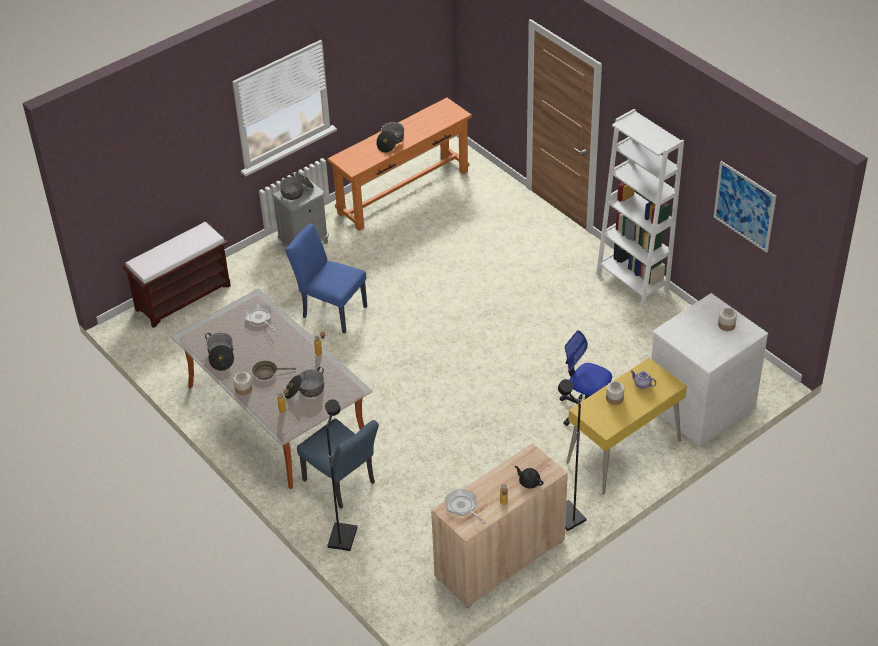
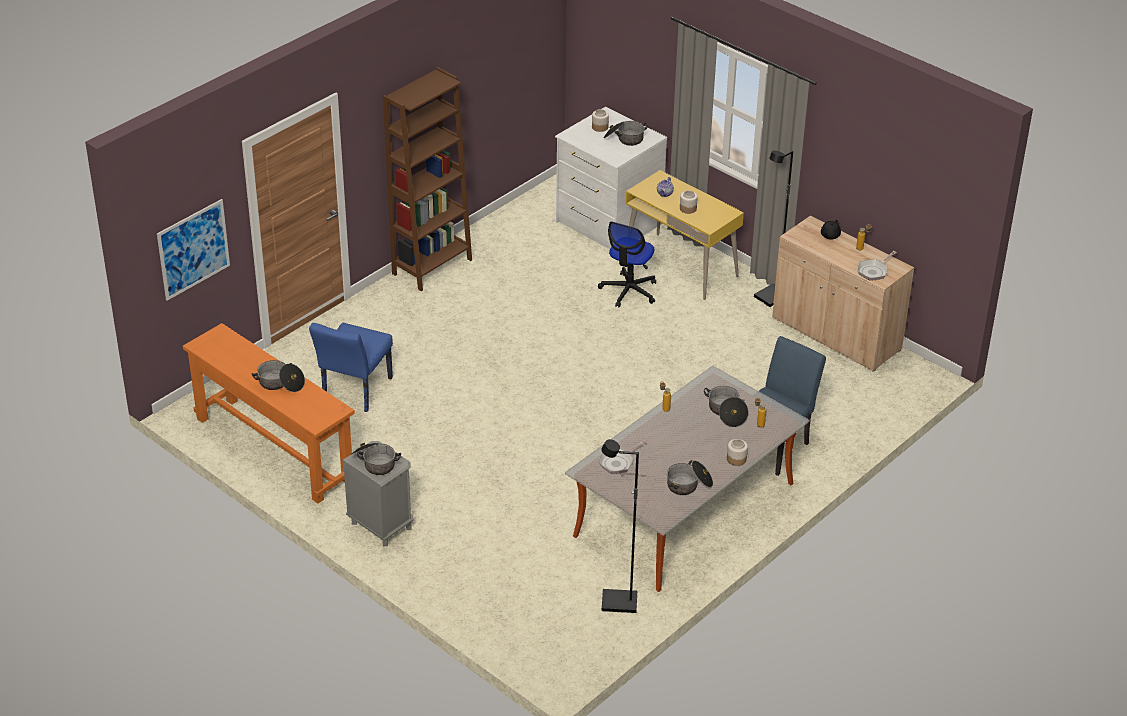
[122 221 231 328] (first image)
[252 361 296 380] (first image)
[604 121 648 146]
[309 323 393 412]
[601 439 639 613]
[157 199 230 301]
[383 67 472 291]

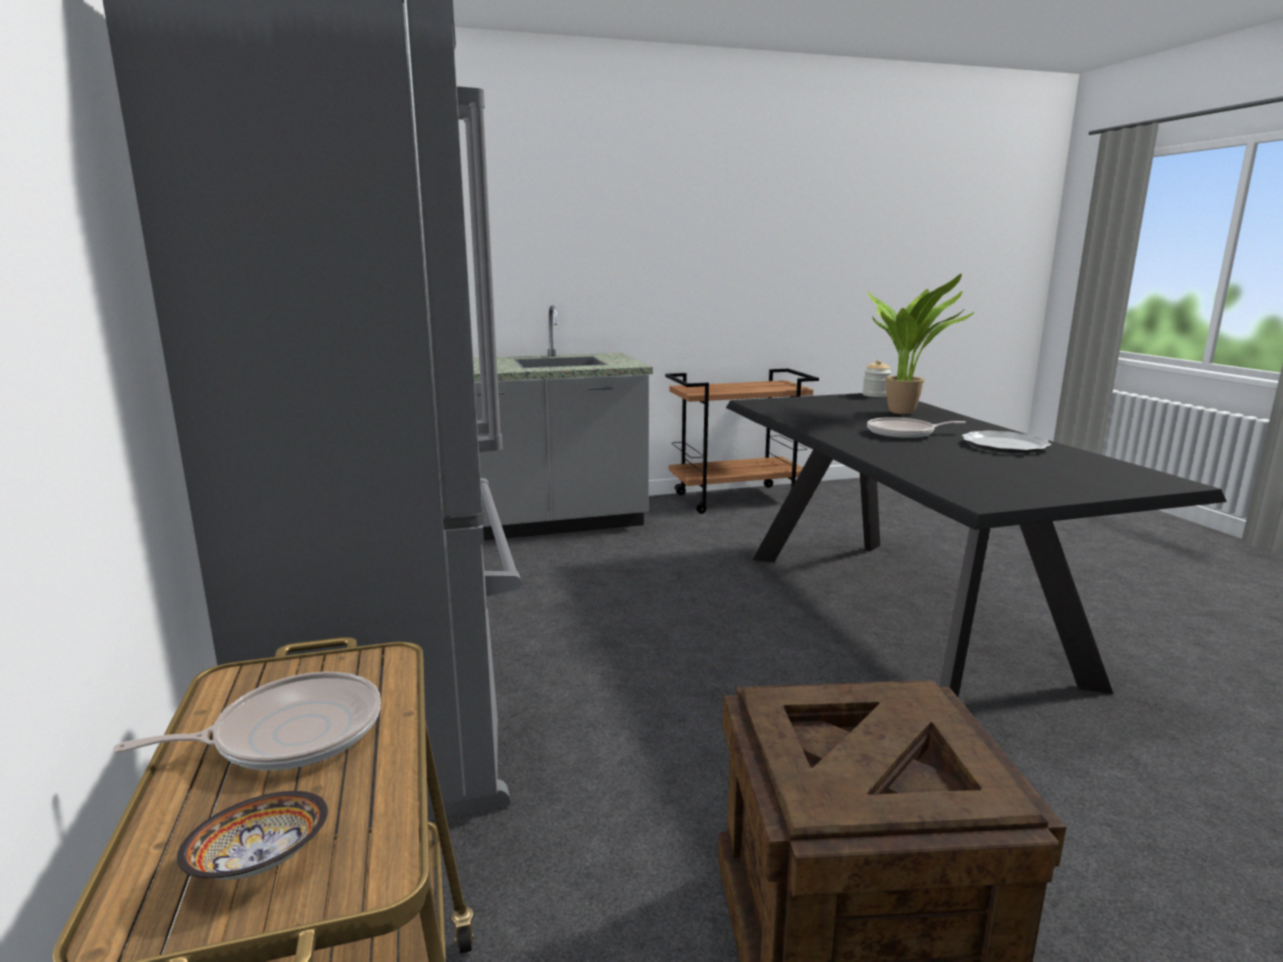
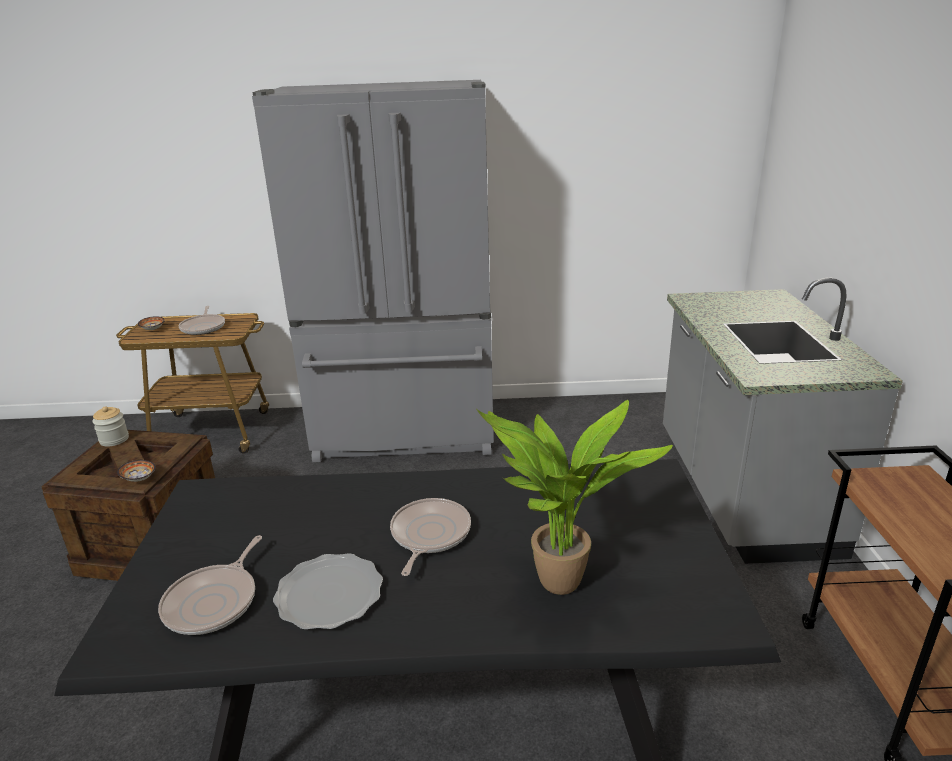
[117 460 156 482]
[158 535 262 635]
[92 406 129 447]

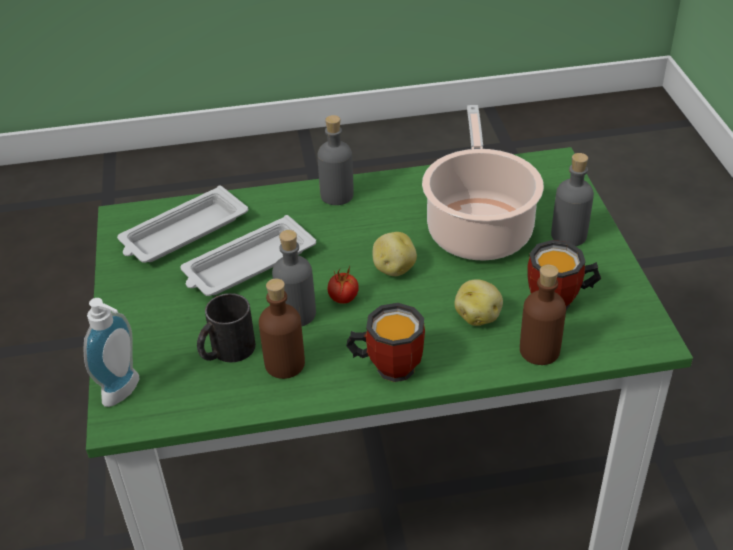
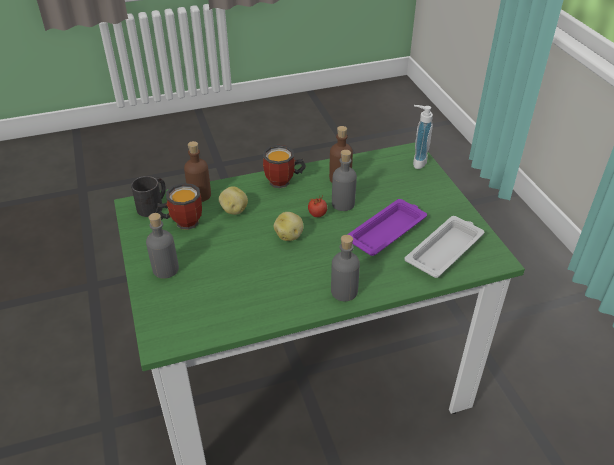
[422 105 544 261] (first image)
[131 176 166 217]
[347 199 427 256]

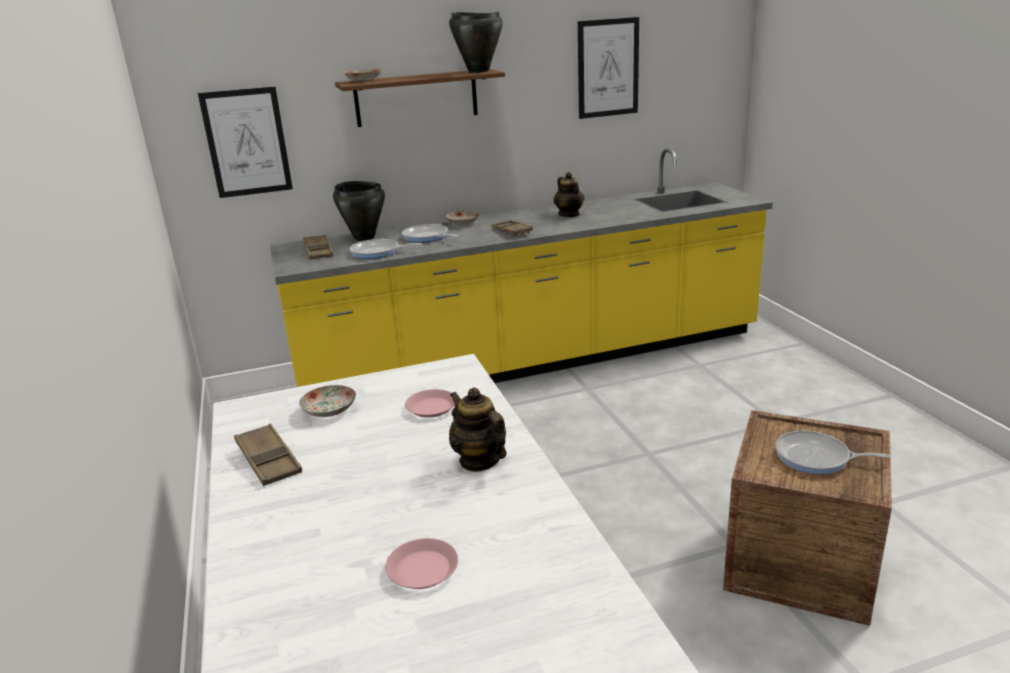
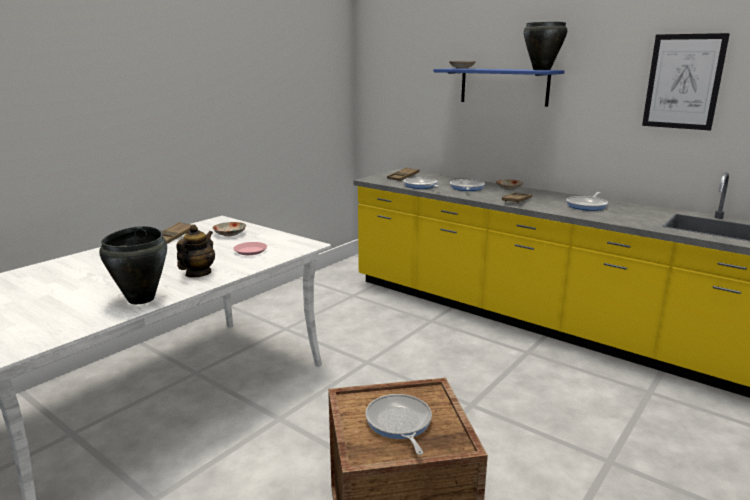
[198 87 293 198] (first image)
[385 538 458 589] (first image)
[99 226 167 304]
[566 192 608 211]
[433 68 565 107]

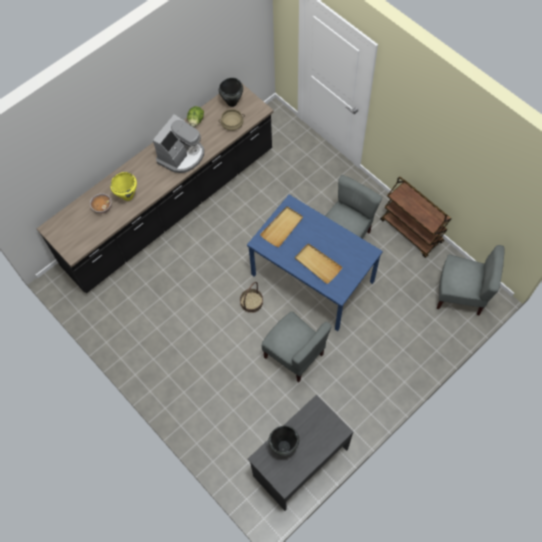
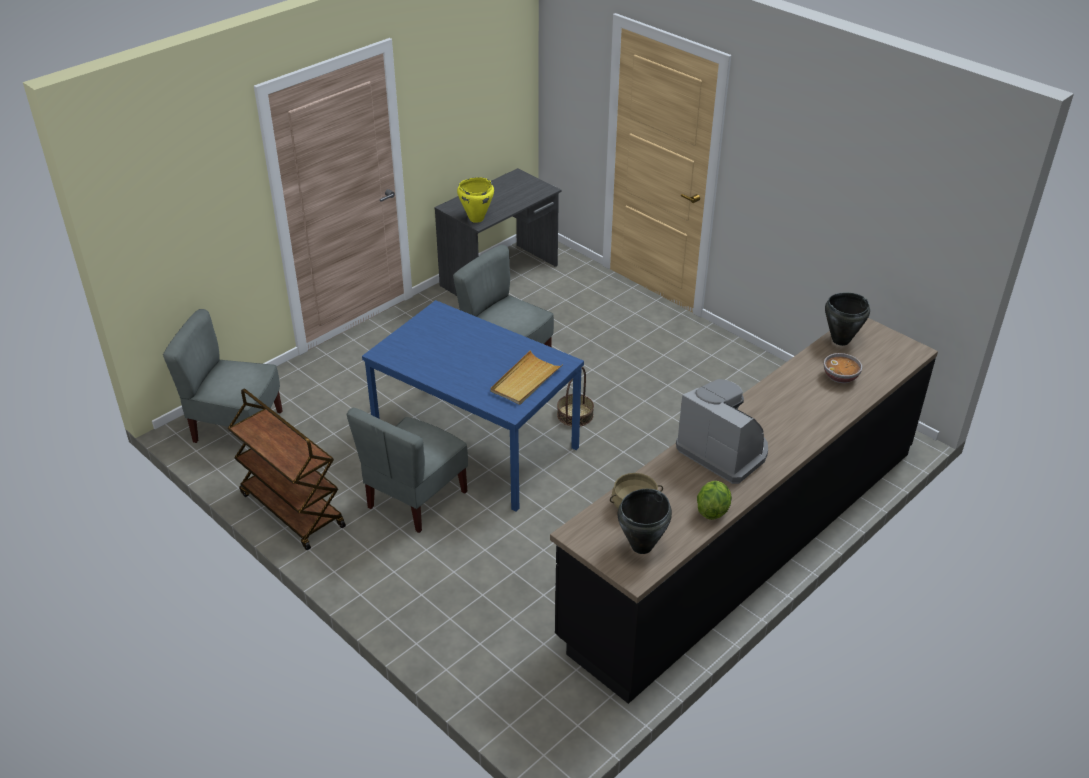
[295 243 343 284] (first image)
[457 177 494 223]
[825 293 870 346]
[676 379 768 484]

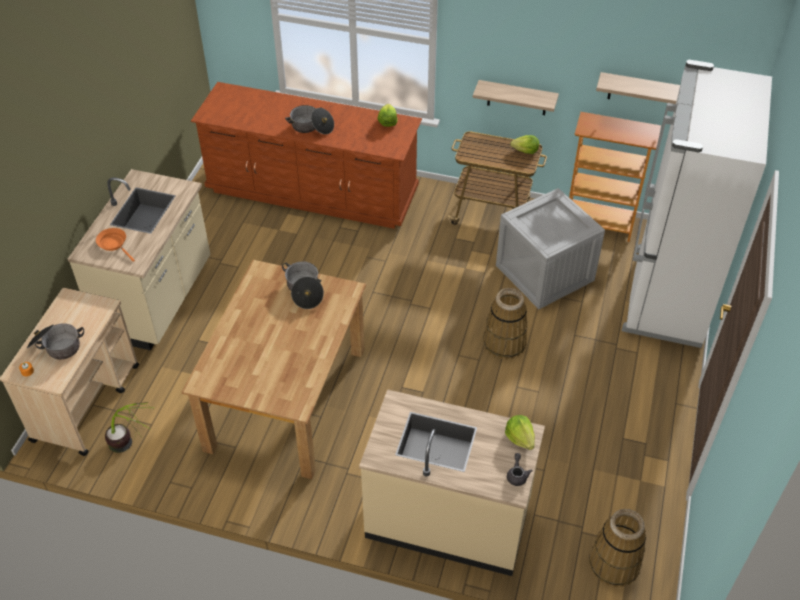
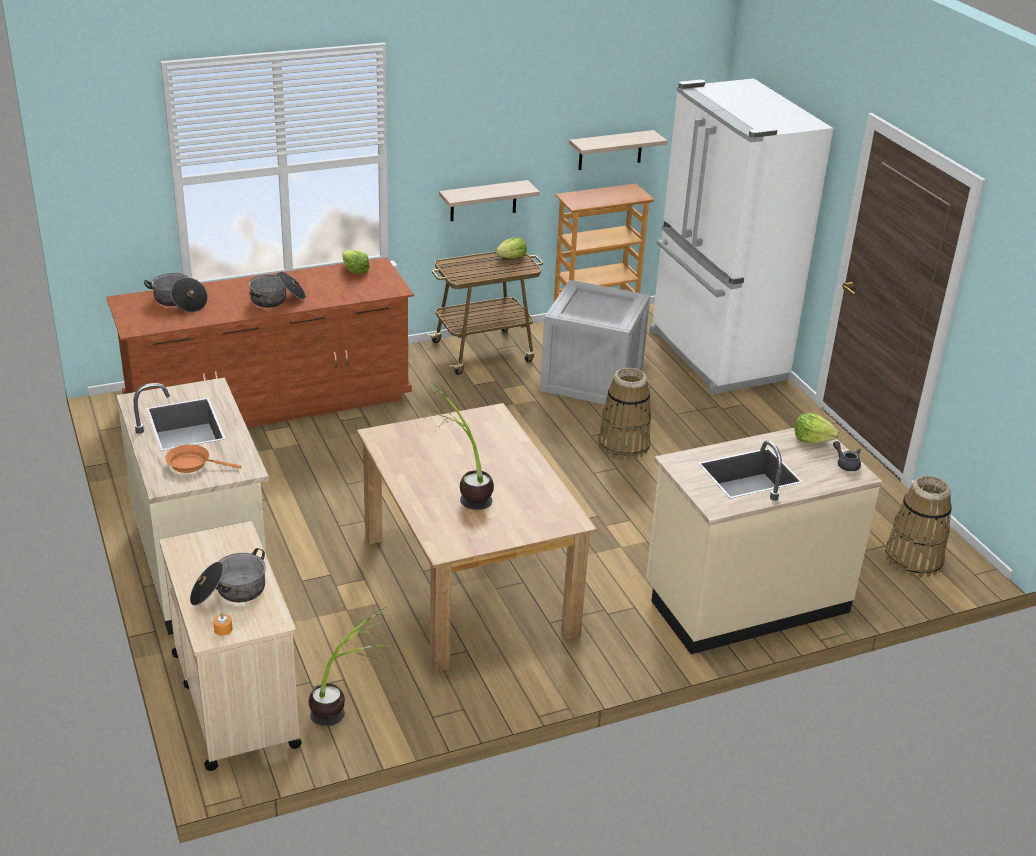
[423 381 494 510]
[144 273 208 312]

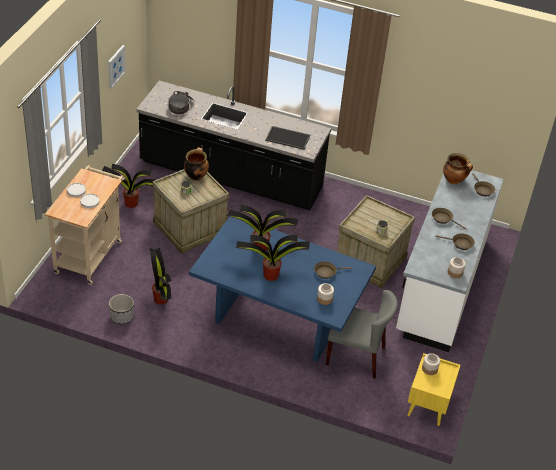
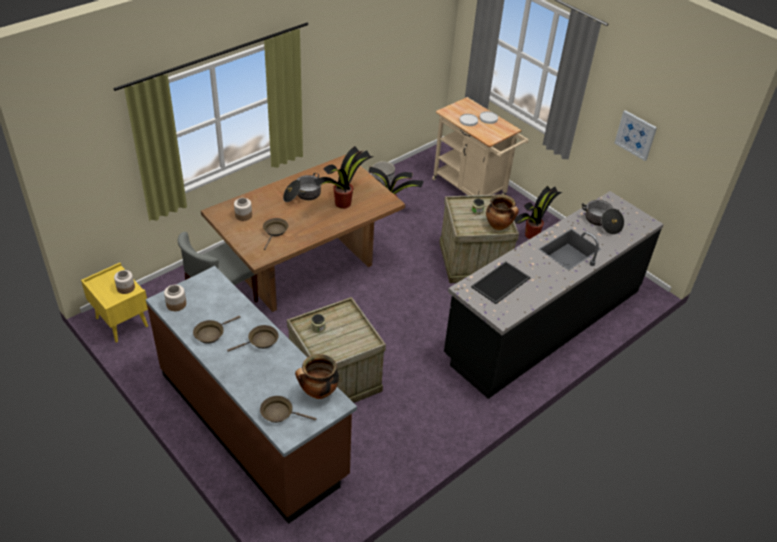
[283 173 321 202]
[201 155 405 312]
[146 266 357 524]

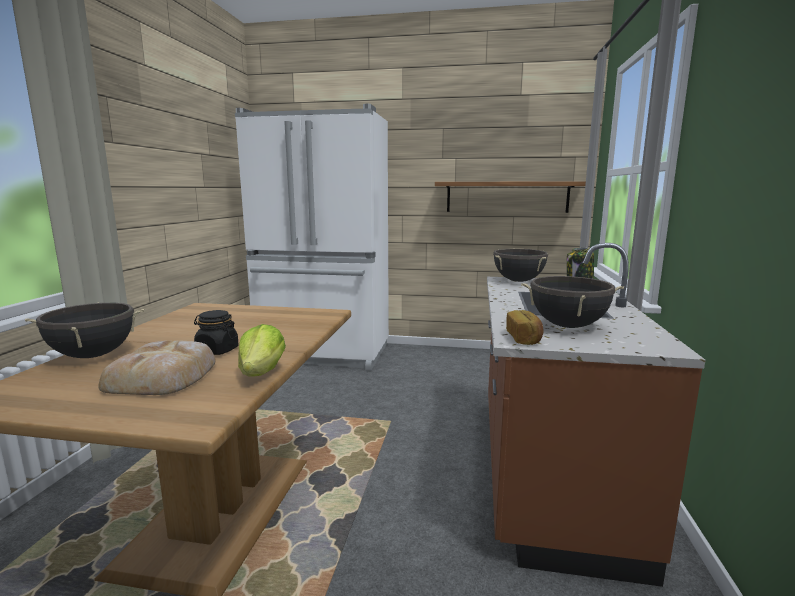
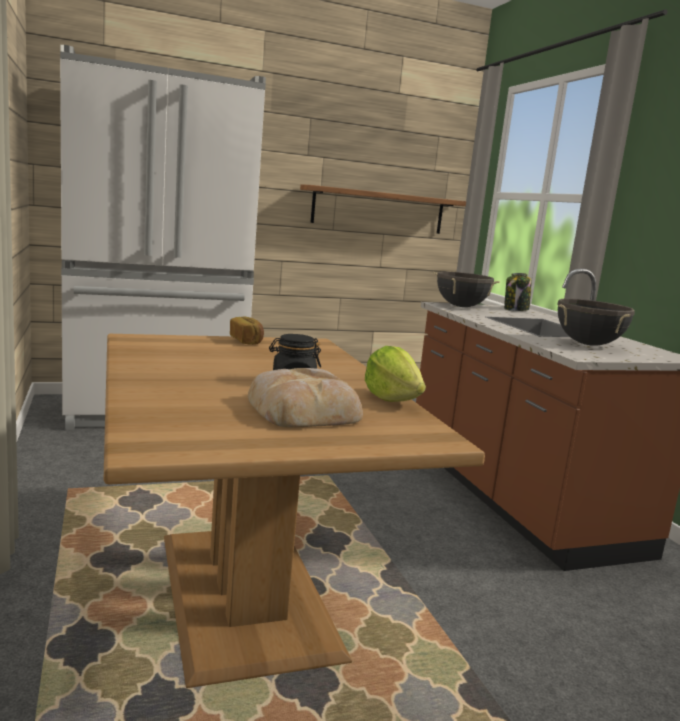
[25 303 144 358] (first image)
[230 317 264 345]

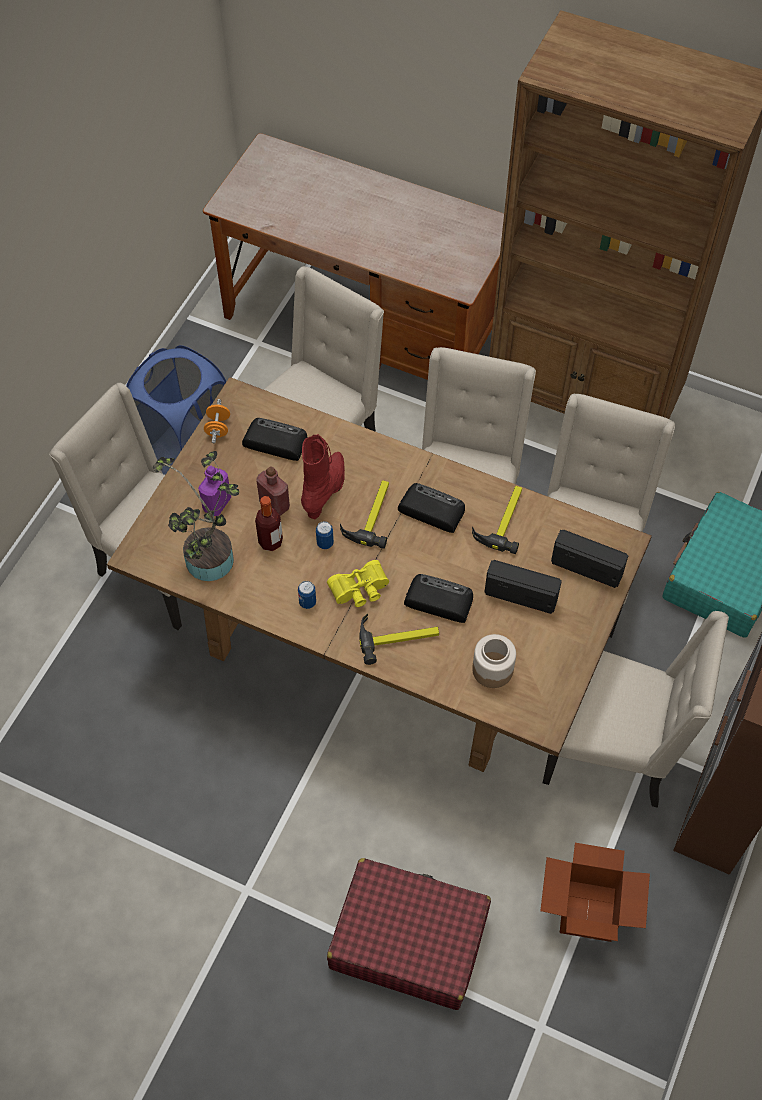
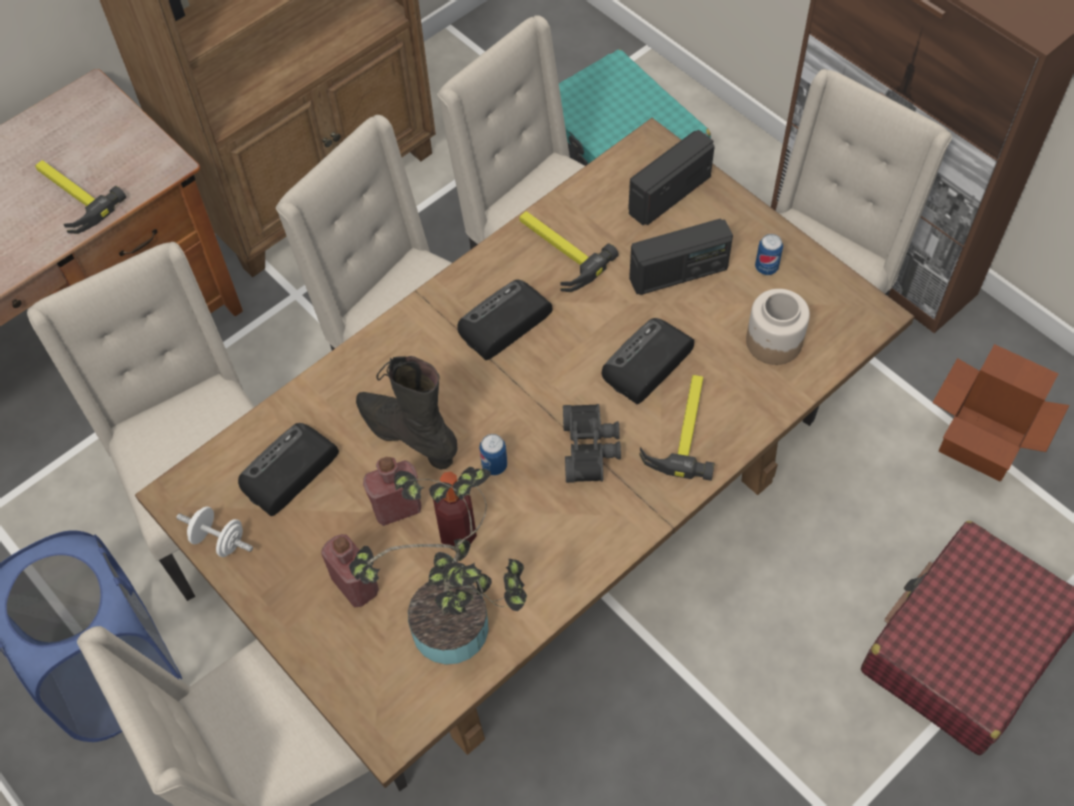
[755 234 783 275]
[35 160 126 234]
[321 534 379 607]
[177 507 253 557]
[356 356 458 470]
[563 404 621 483]
[629 218 733 295]

